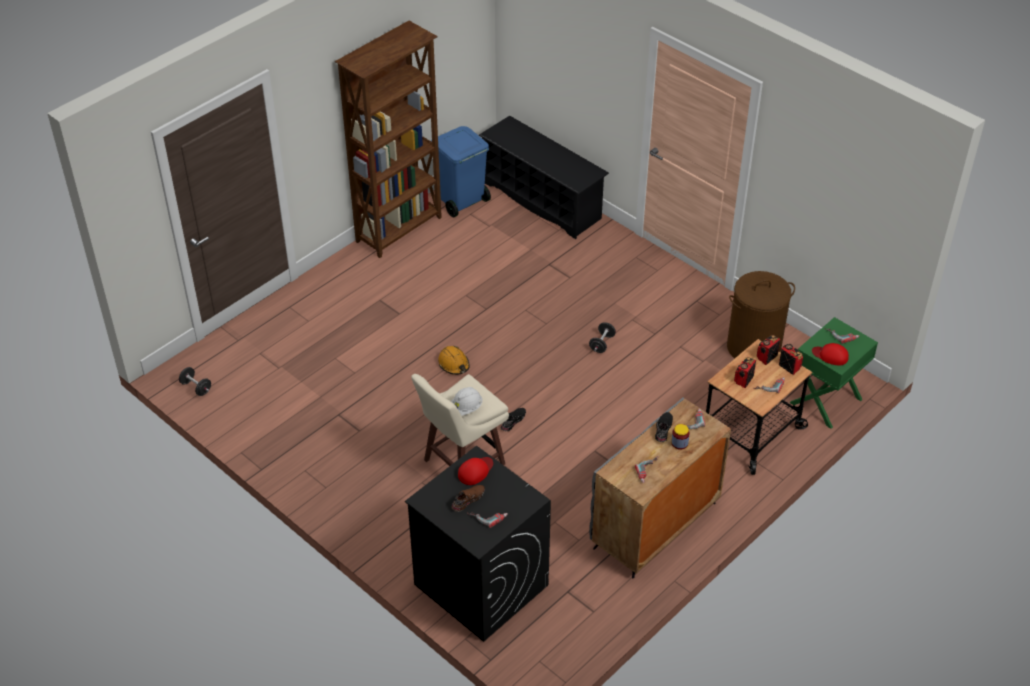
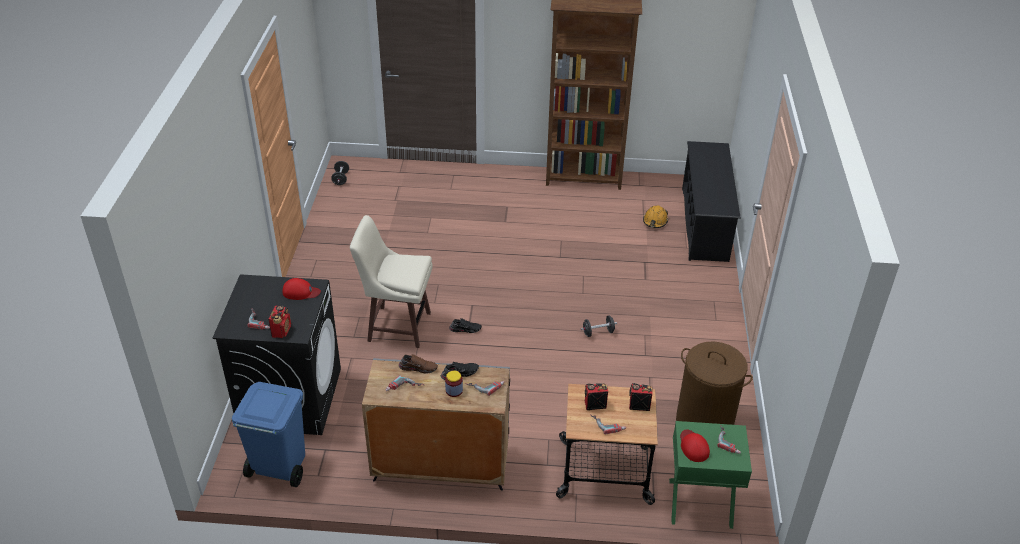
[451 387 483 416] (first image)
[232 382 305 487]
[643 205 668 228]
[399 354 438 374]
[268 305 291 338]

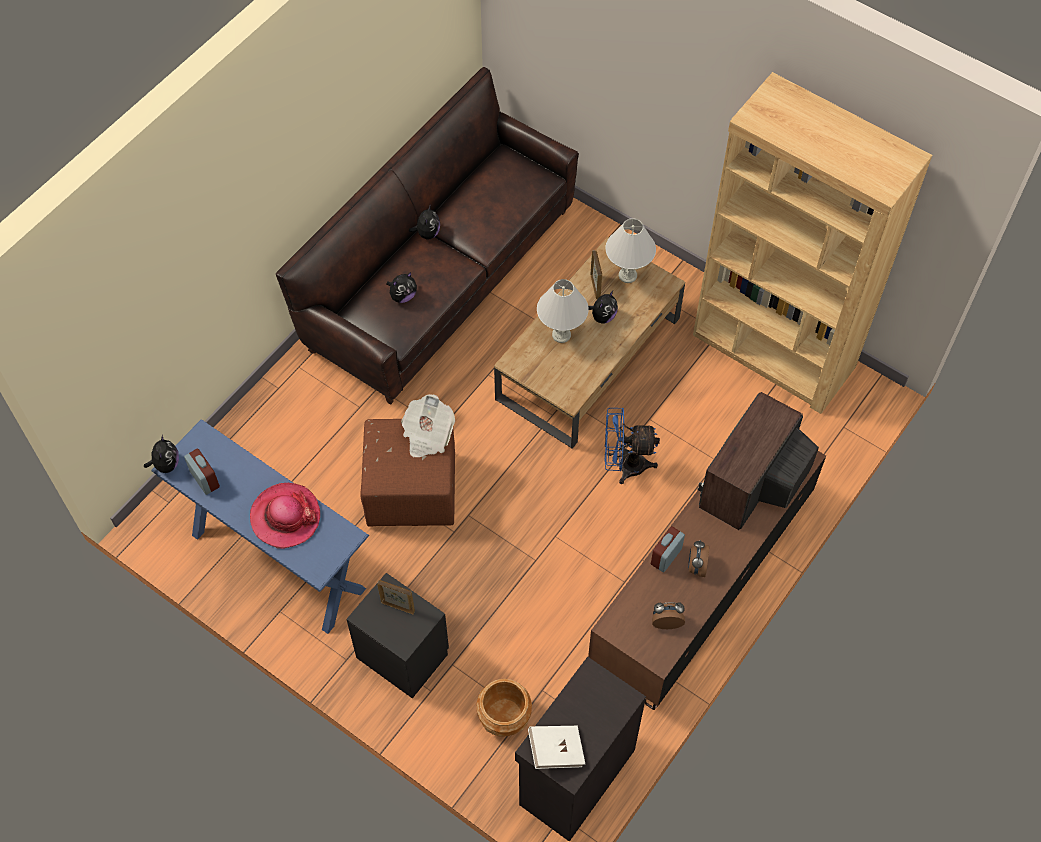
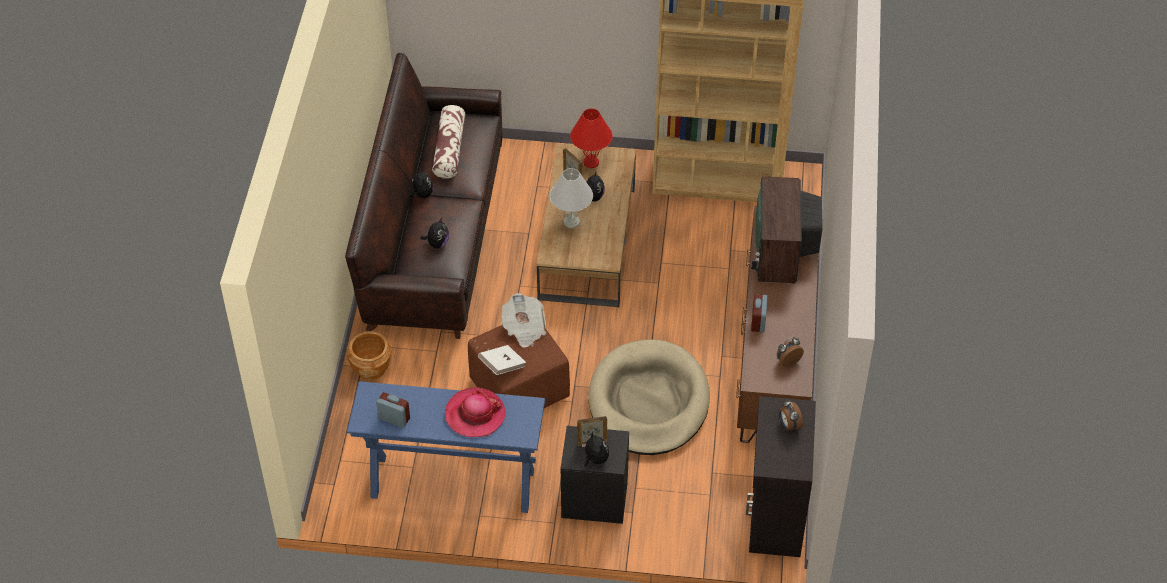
[605 408 660 484] (first image)
[432 105 465 179]
[588 339 710 455]
[582 432 609 467]
[347 331 392 380]
[478 345 526 375]
[780 399 803 431]
[570 108 613 168]

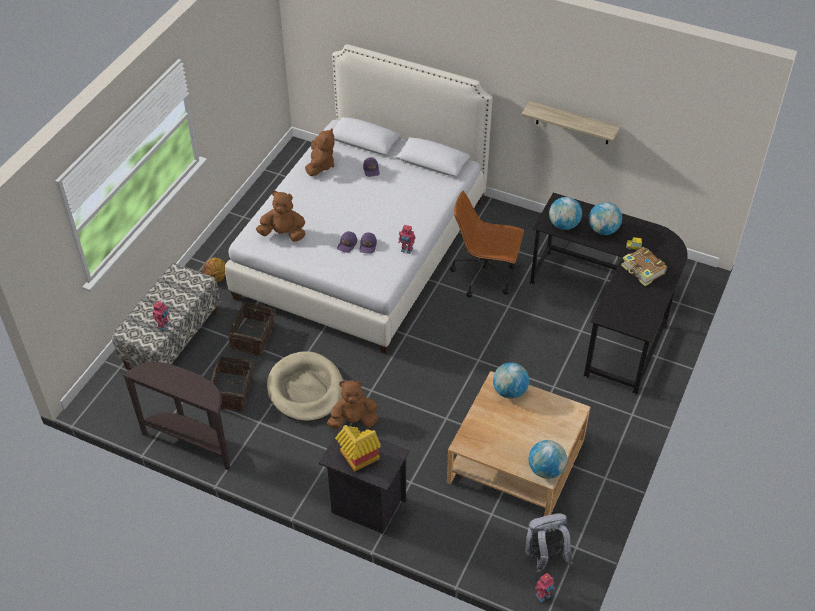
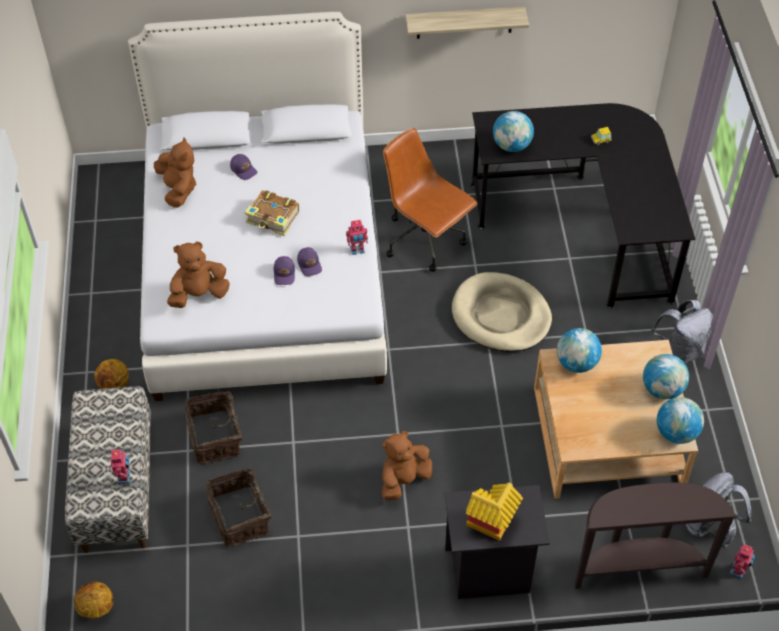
[74 582 113 619]
[651 300 713 363]
[575 483 736 589]
[452 272 552 352]
[643 354 689 399]
[245 190 299 236]
[383 128 478 272]

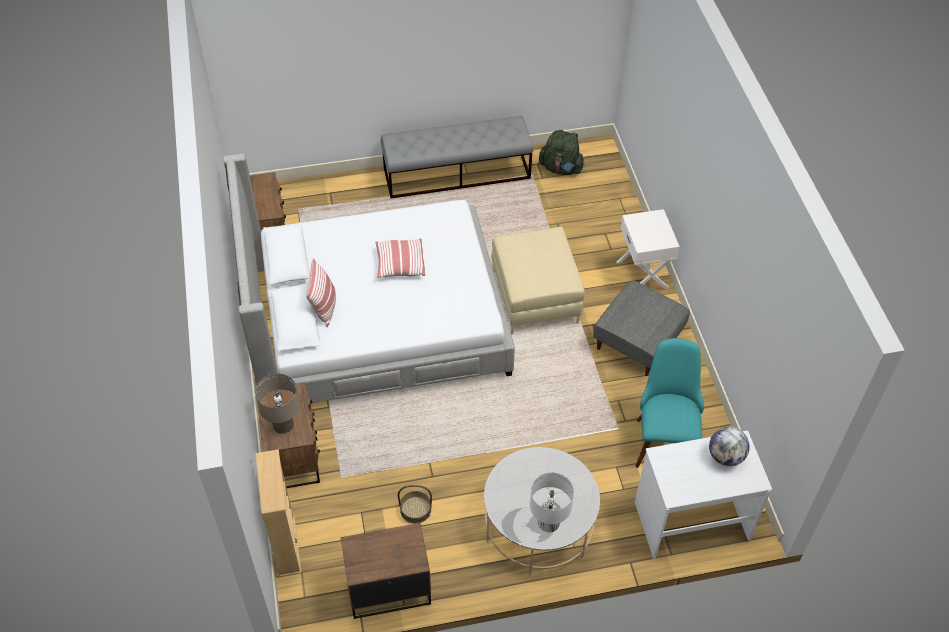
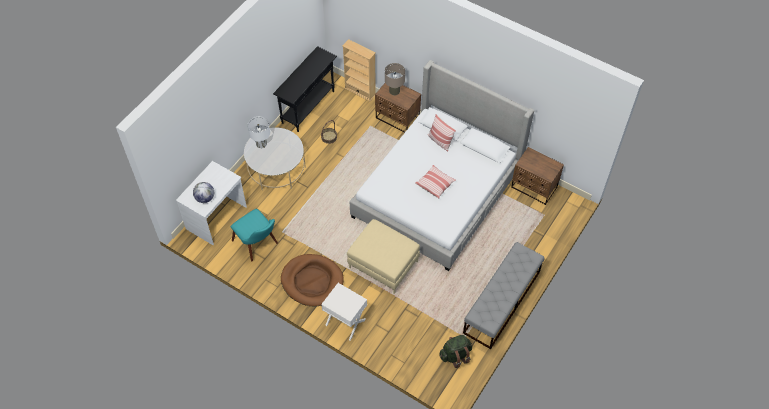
[273 46 337 132]
[281 254 344 306]

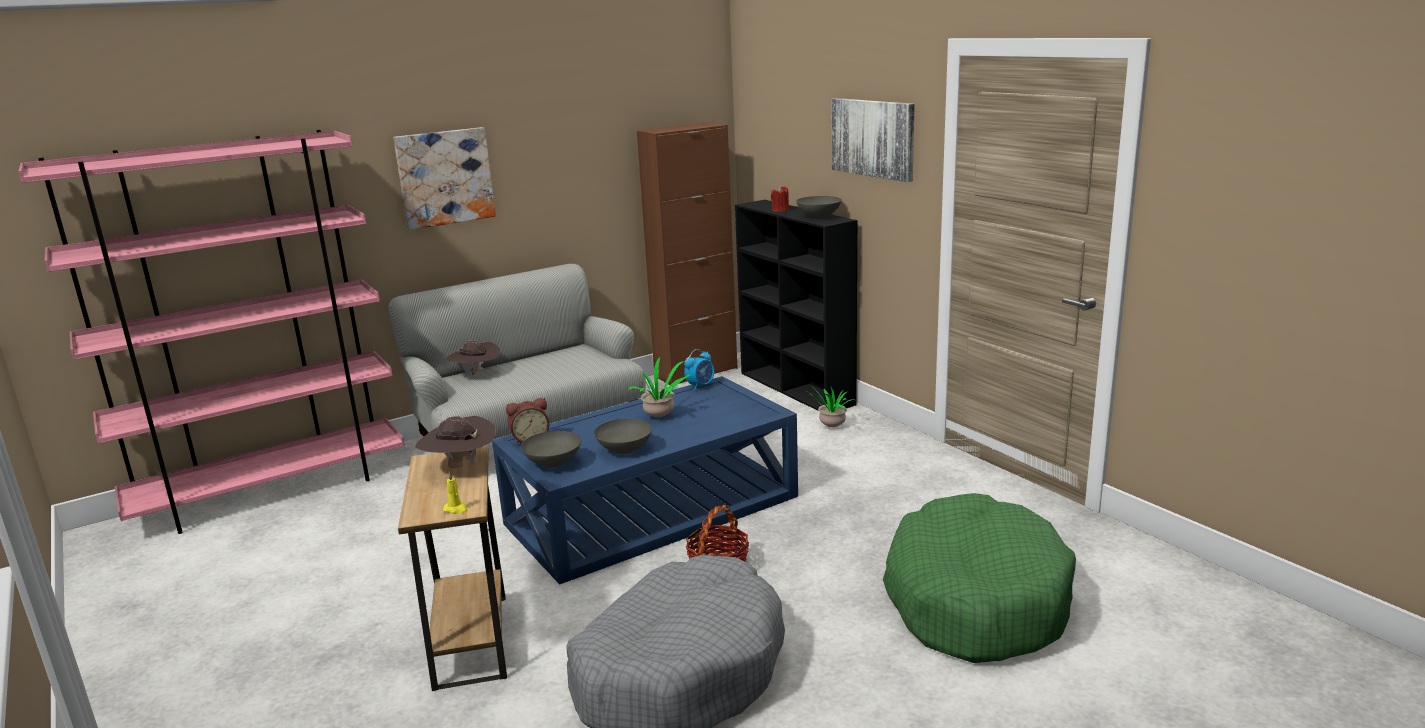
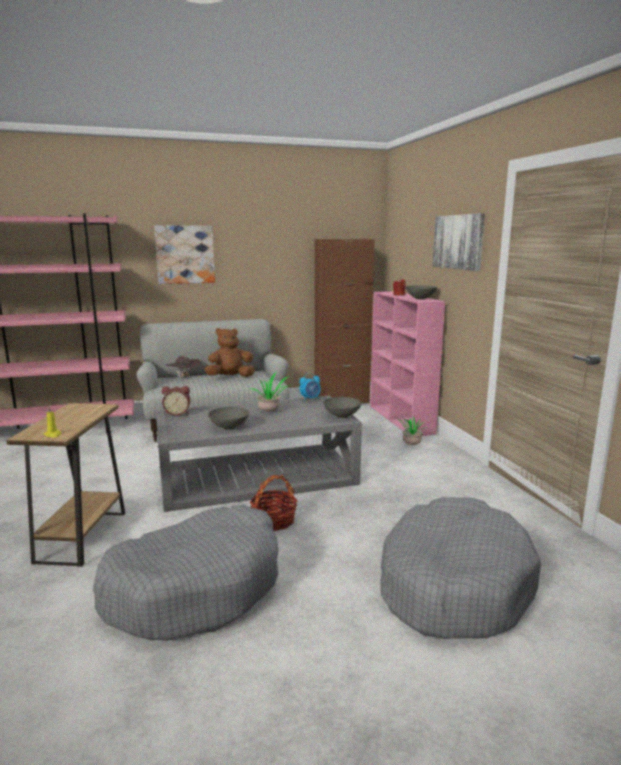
[415 416 495 468] (first image)
[204 328 255 377]
[323 397 362 418]
[156 396 362 512]
[370 291 445 436]
[380 497 541 639]

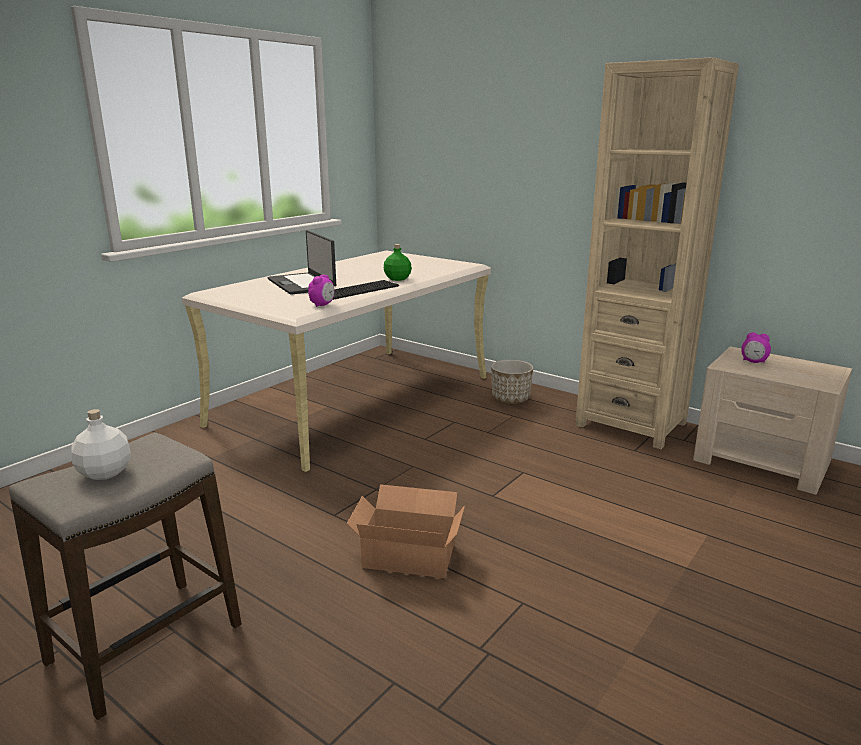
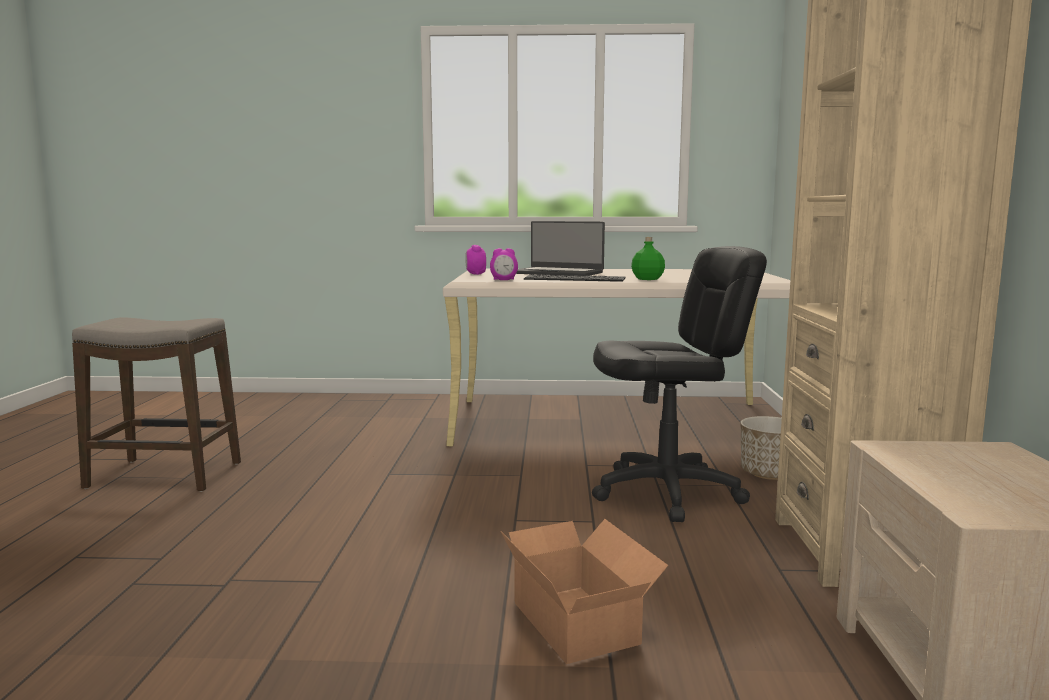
[72 409 131 480] (first image)
[592 246 767 522]
[501 519 668 664]
[465 245 486 275]
[516 221 605 276]

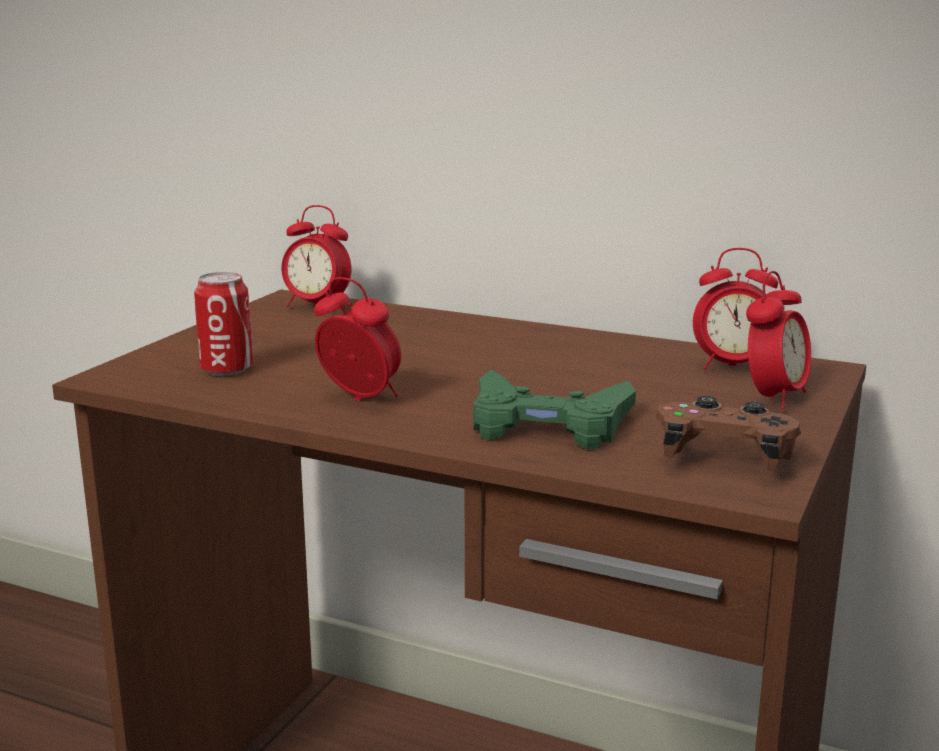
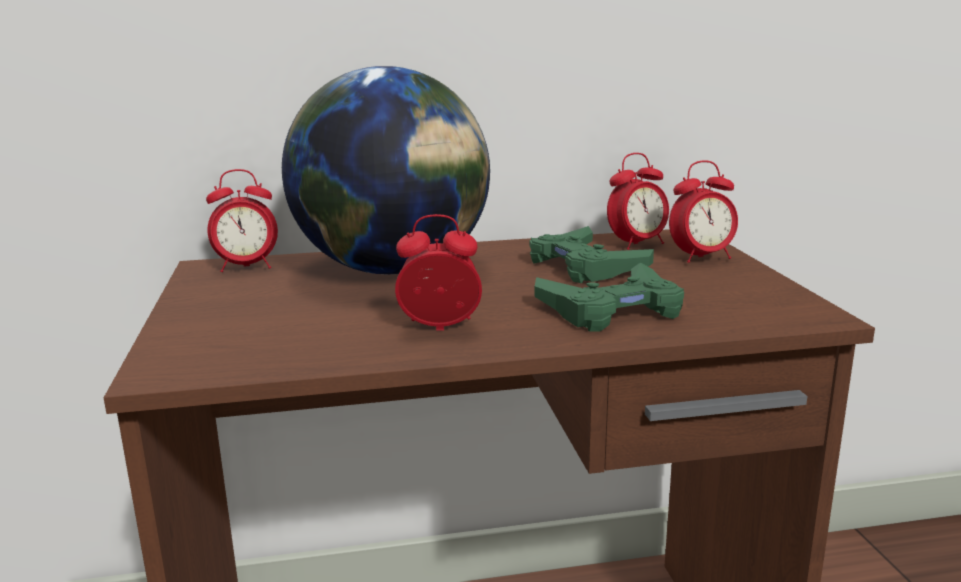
[194 272 253 376] (first image)
[657 396 801 472] (first image)
[282 66 490 274]
[530 226 654 283]
[669 161 738 263]

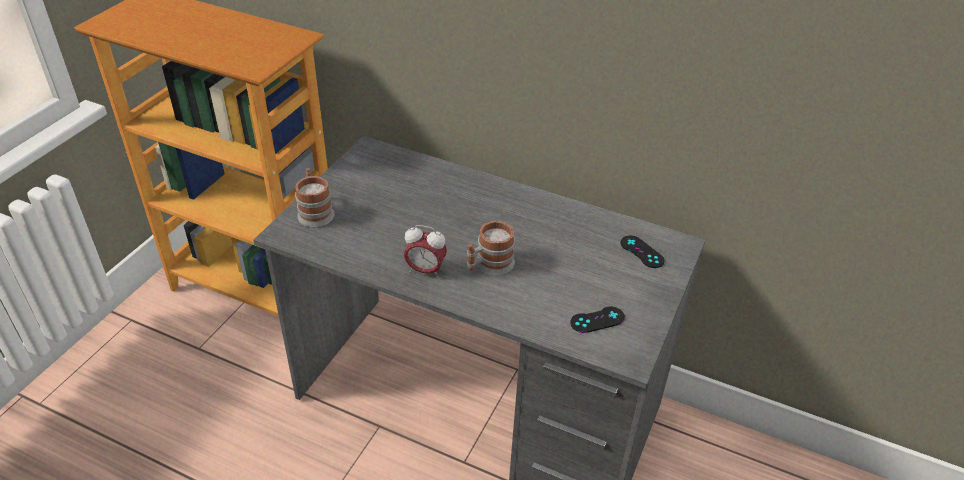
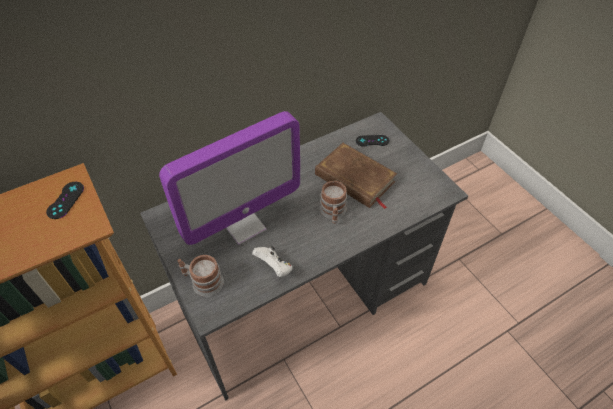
[404 225 447 278] (first image)
[159 111 300 245]
[252 246 292 277]
[315 143 397 209]
[46 182 84 219]

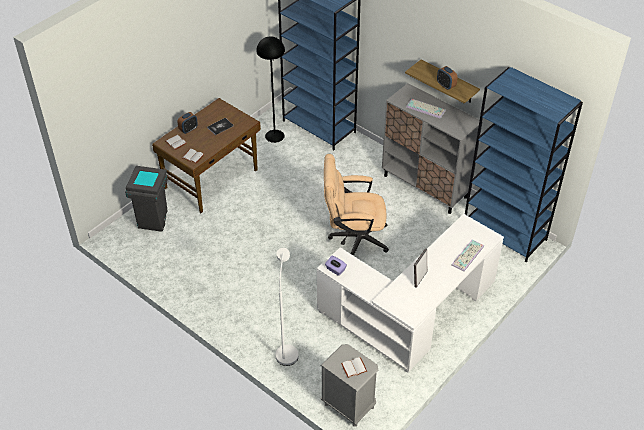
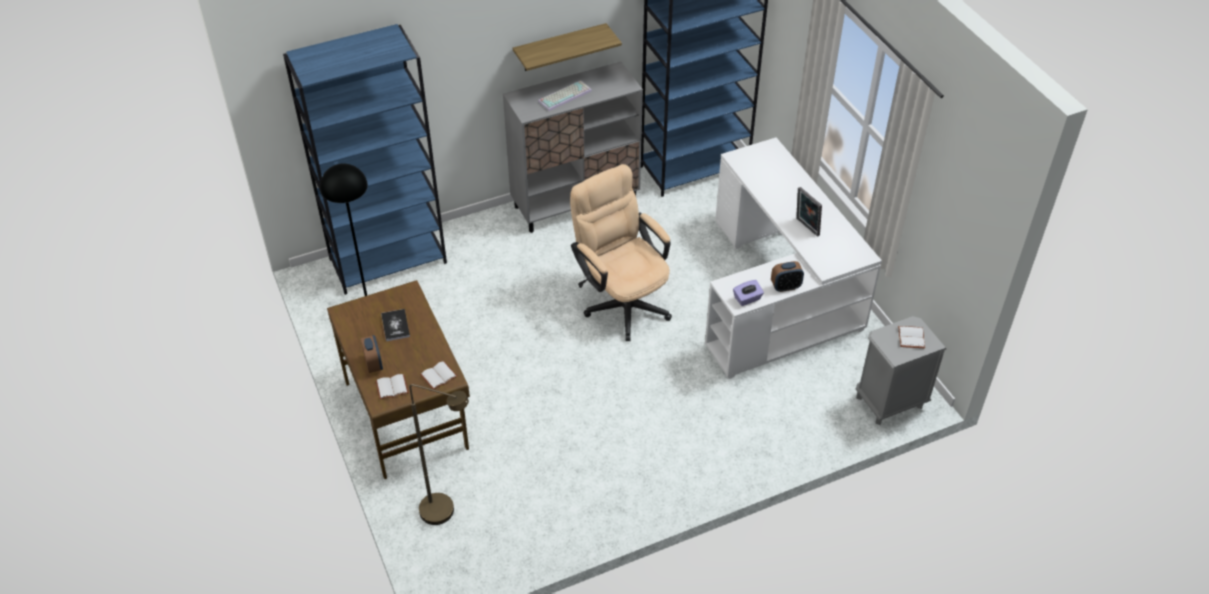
[275 248 299 366] (first image)
[452 239 484 272] (first image)
[771 261 804 292]
[409 384 469 525]
[570 164 672 341]

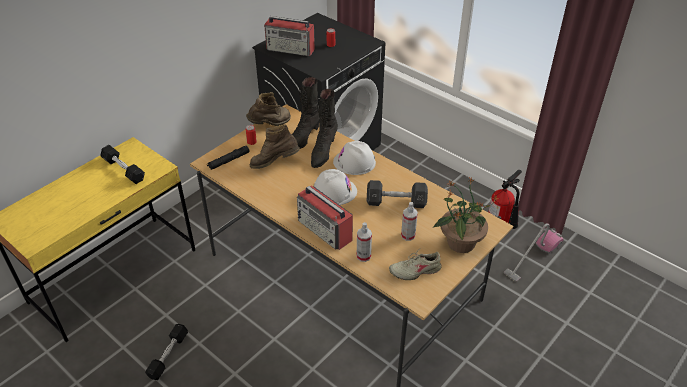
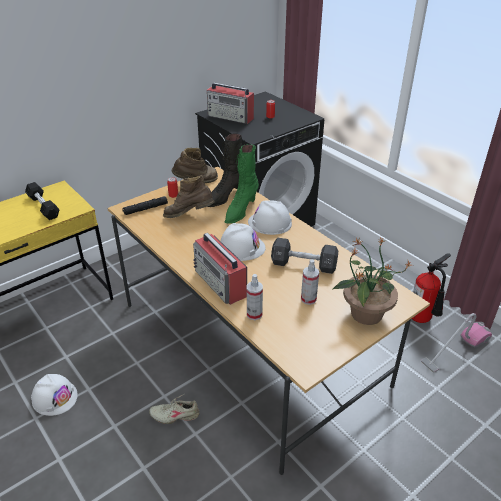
[149 394 199 424]
[31 374 78 416]
[225 144 259 224]

